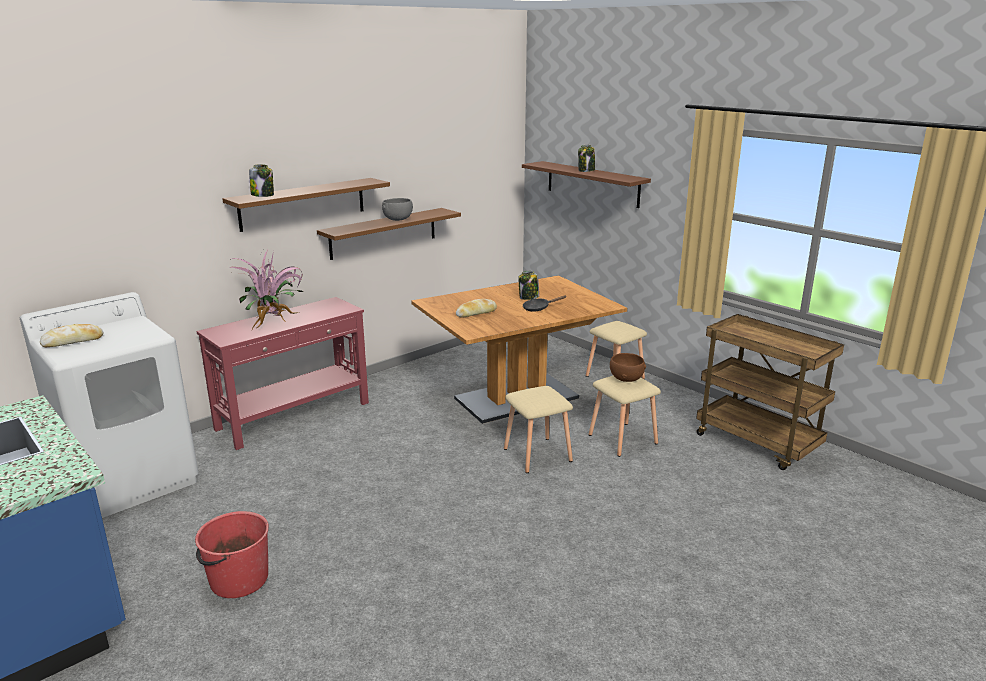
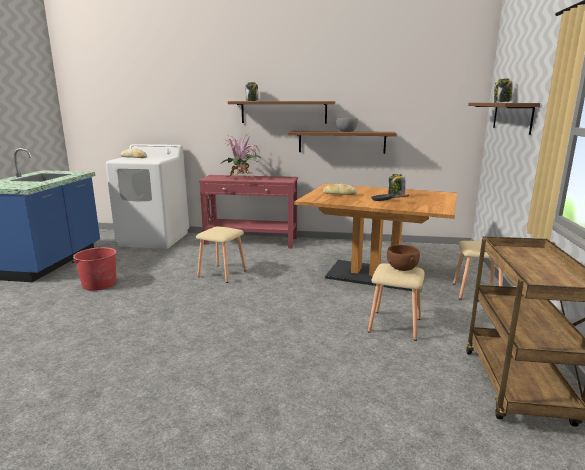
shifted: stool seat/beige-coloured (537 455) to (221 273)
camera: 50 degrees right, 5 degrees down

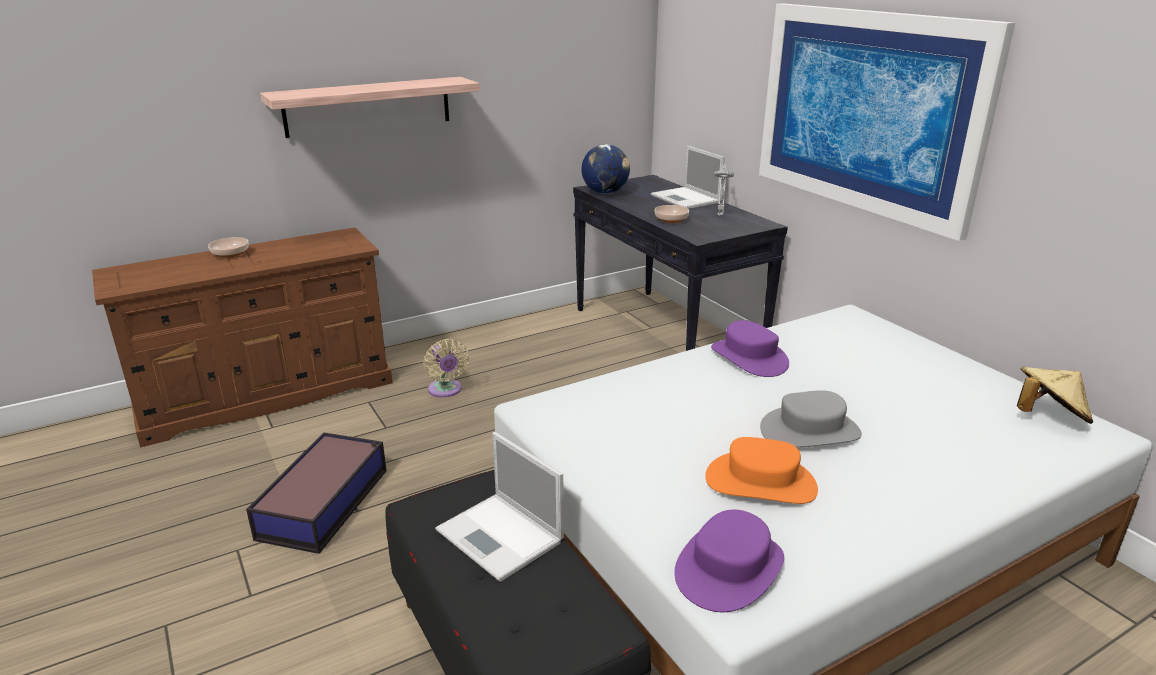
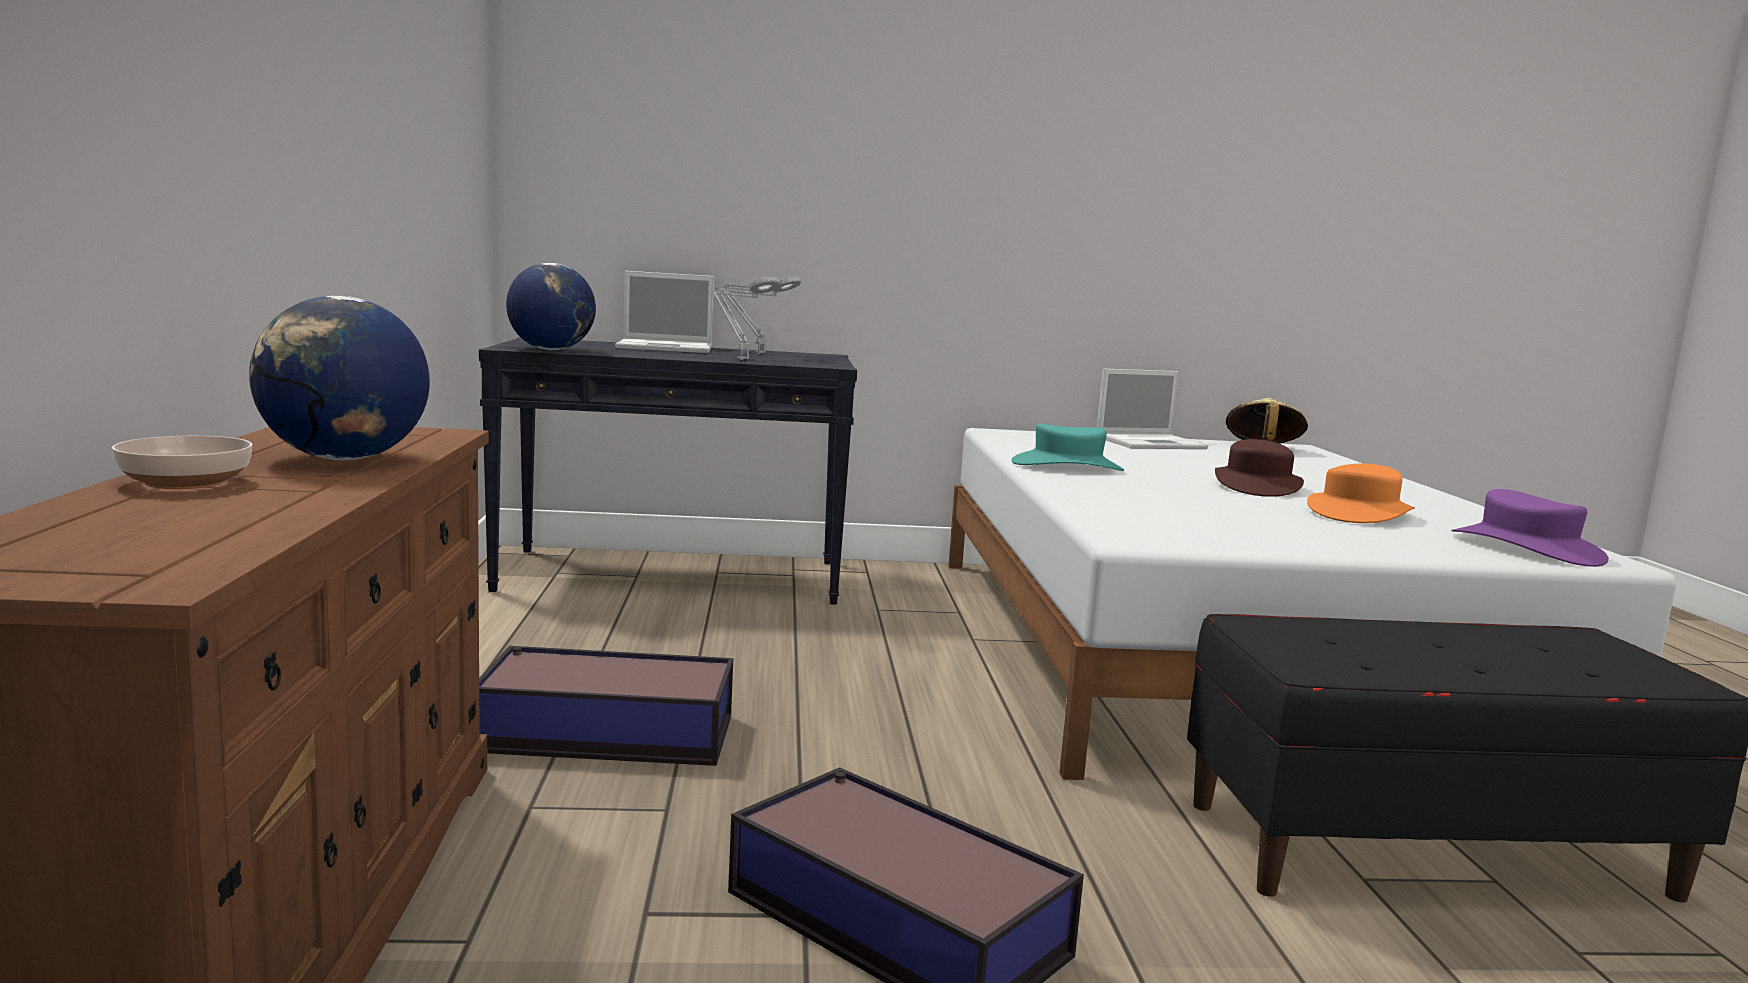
gone: shelf (368 106); wall art (867 112)
new: world globe (343 459)
shifted: notebook computer (501 537) to (1152 443)
swapped: electric fan/beige-coloured (446 391) to storage bin (604 732); bowl (671 220) to lamp for a table/gray (740 359)
repainted: wearable hat/purplish (749 357) to wearable hat/turquoise (1067 466); wearable hat/gray (810 431) to wearable hat/brown-coloured (1257 485)
camera: 65 degrees left, 15 degrees down

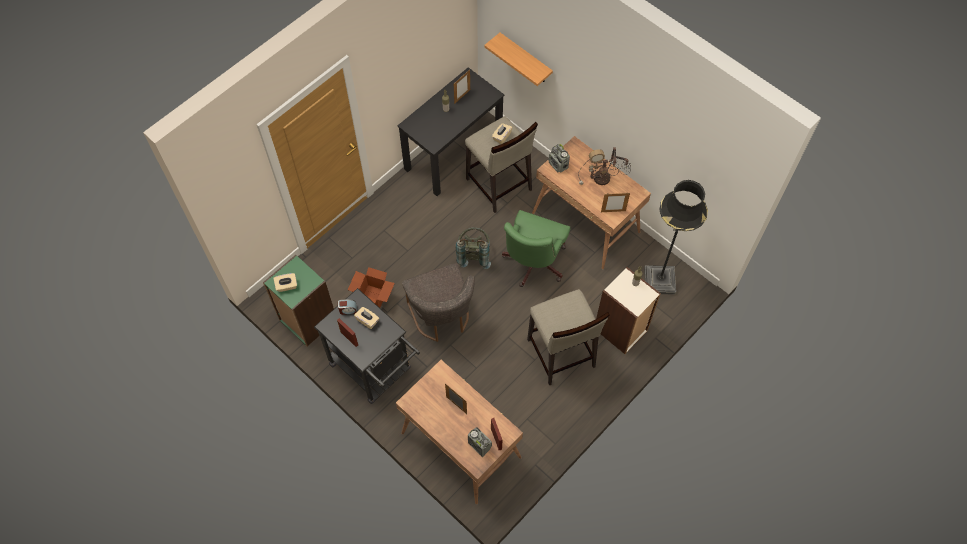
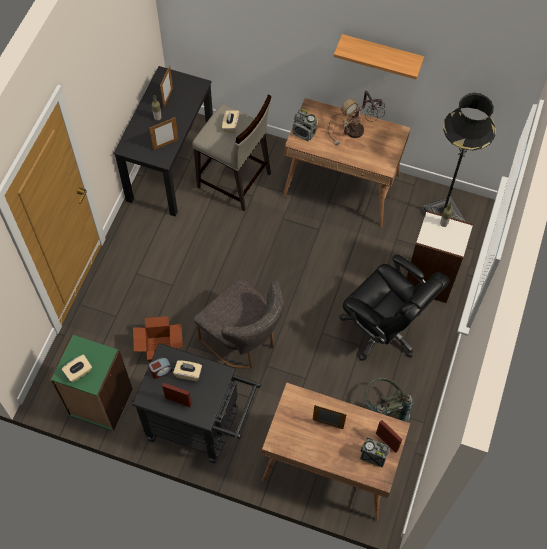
gone: desk chair/green (532 264)
shifted: knapsack/gray (473 254) to (383 409); shelf (525 59) to (381 55); picture frame (613 211) to (165 144)
swapped: stool seat/beige-coloured (560 354) to desk chair/black (383 329)
camera: 25 degrees left, 0 degrees up

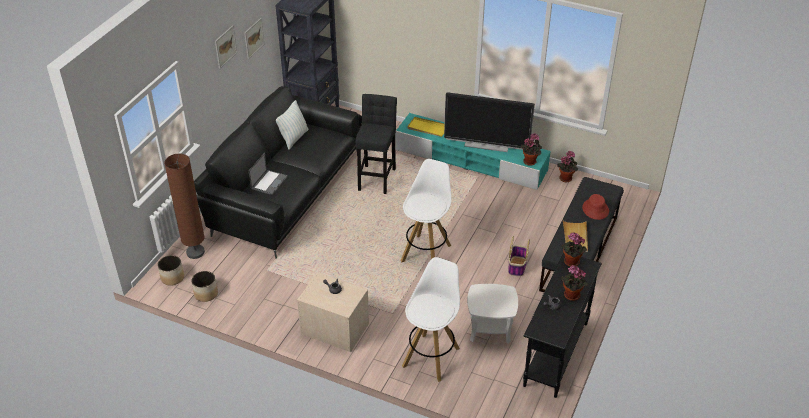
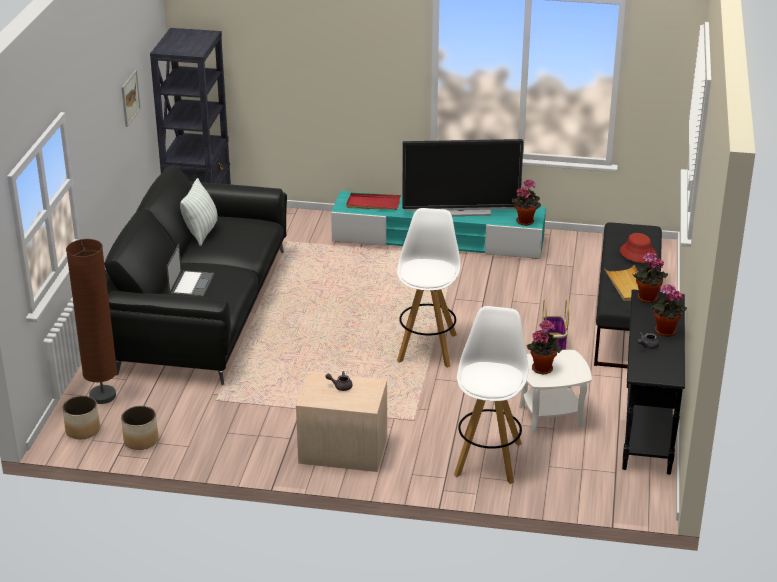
gone: wall art (225 46); stool seat/black (377 178)
shifted: plant in a pot (566 178) to (542 367)
repainted: carrying tray/yellow (427 128) to carrying tray/reddish (373 204)
camera: 15 degrees left, 10 degrees down

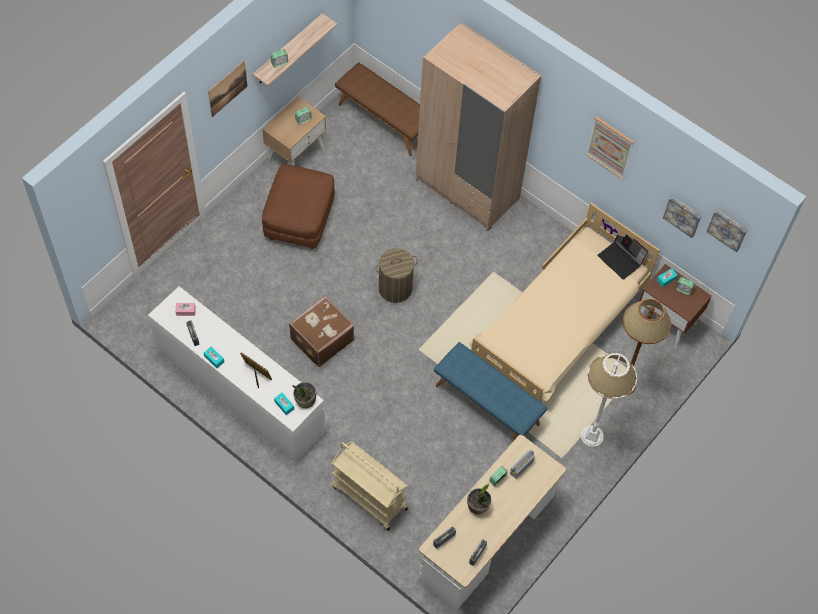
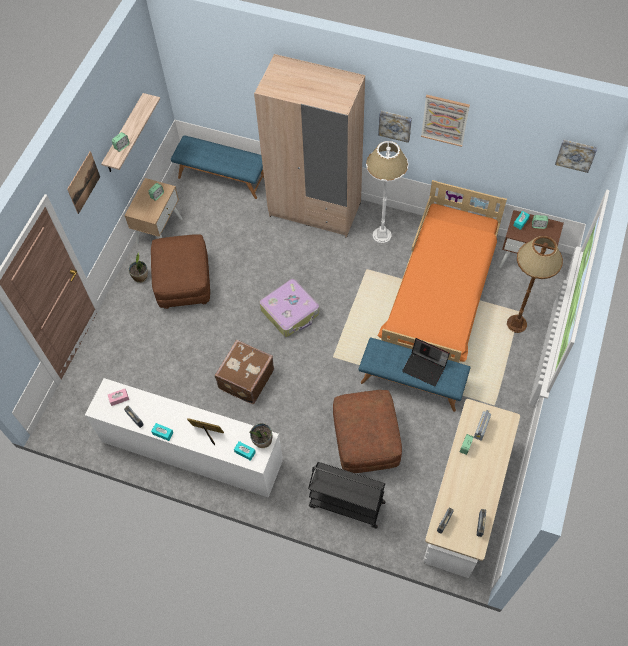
new: footrest/brown-coloured (365 441)
shifted: plant in a pot (478 506) to (140 277); standing lamp/whitish (591 436) to (381 235); notebook computer (621 260) to (425 367); wall art (683 215) to (395 125)
swapped: laundry basket (395 288) to piece of luggage (290 312)
repainted: cart/beige-coloured (368 497) to cart/black (346 504); long seat/brown-coloured (384 120) to long seat/bluish (222 177); sleeping bed/beige-coloured (559 325) to sleeping bed/orangey (441 294)
camera: 15 degrees left, 0 degrees up

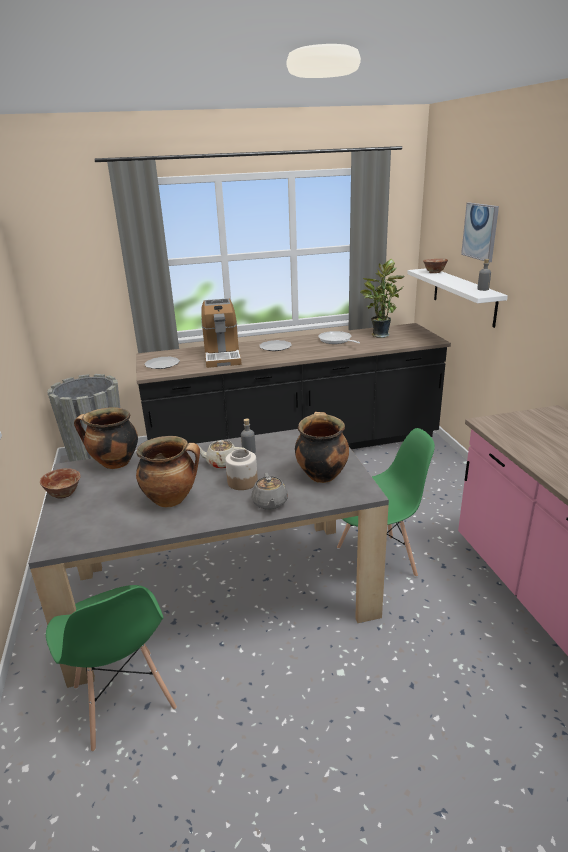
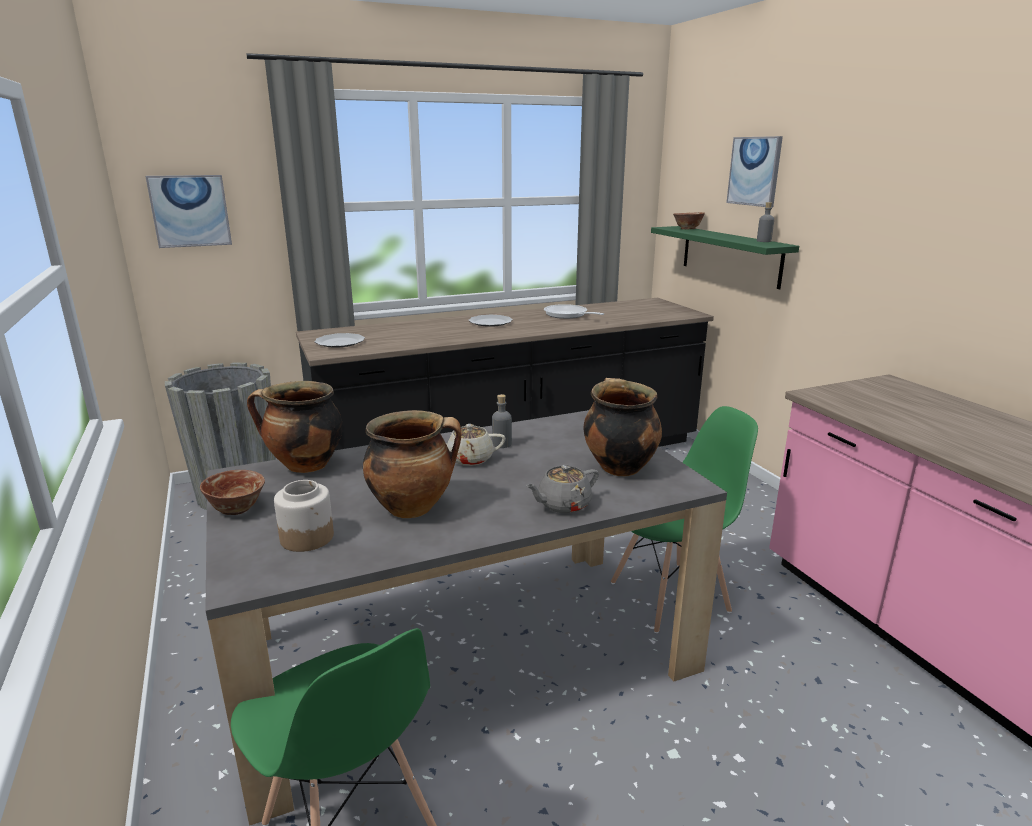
gone: coffee machine (222 356); plant in a pot (379 335)
new: wall art (190 211)
shifted: jar (242 482) to (307 537)
repainted: shelf/whitish (464 296) to shelf/green (730 255)
rotated: teapot/gray (270 503) = (563 504) 75 degrees clockwise
camera: 10 degrees left, 5 degrees down

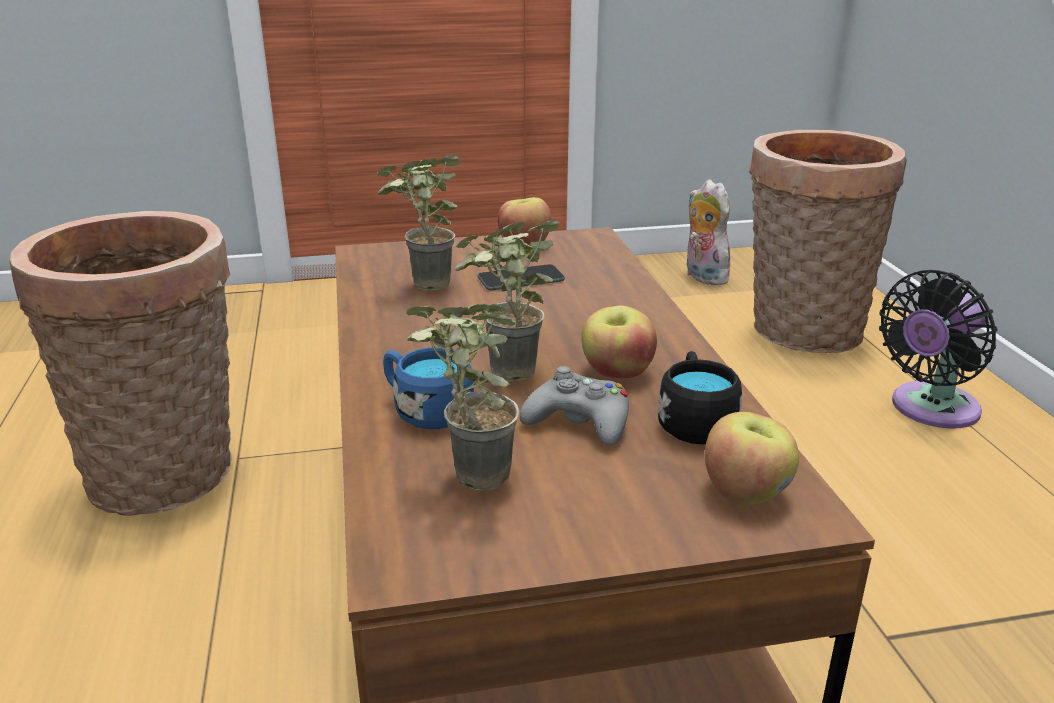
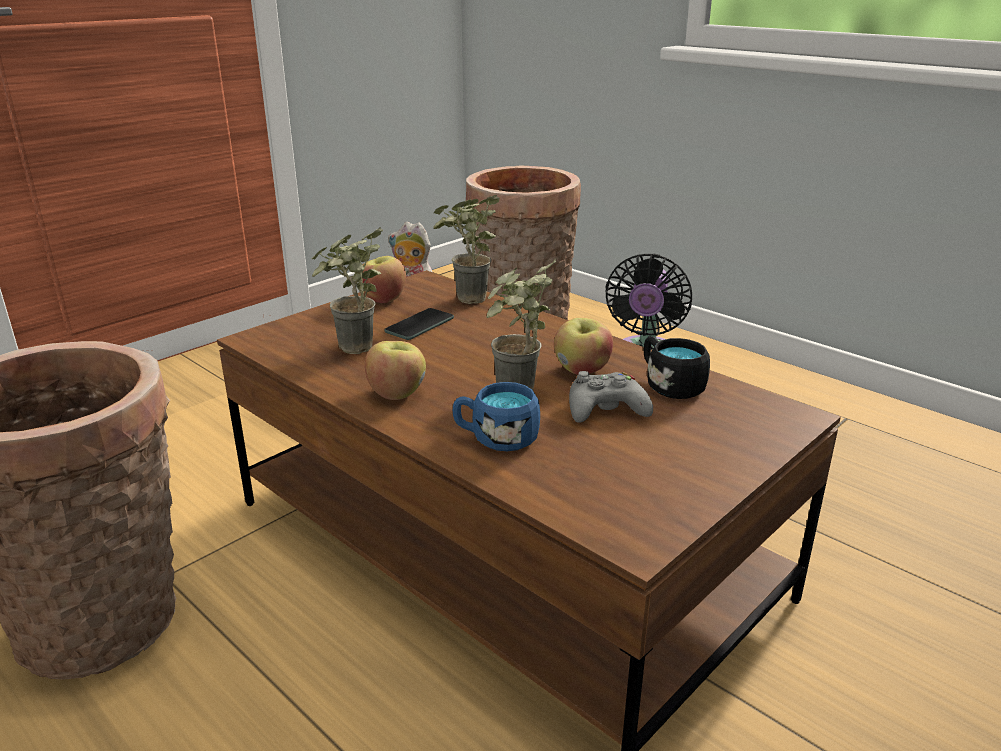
shifted: plant in a pot (466 480) to (466 302); whole apple (746 492) to (397 393)
camera: 35 degrees left, 0 degrees up

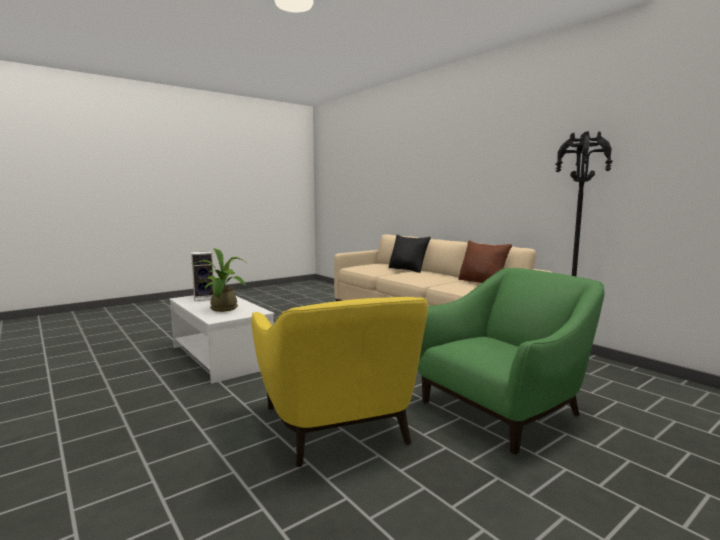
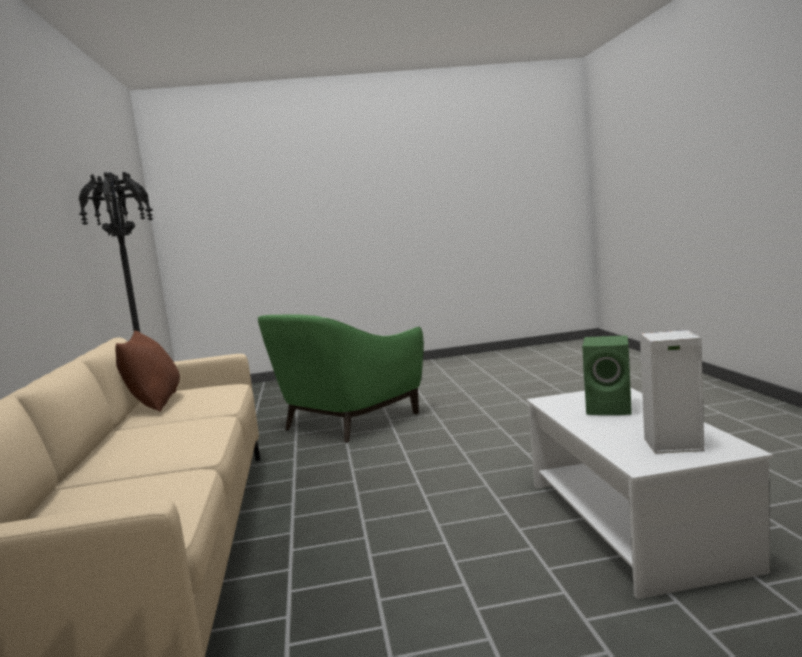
gone: armchair/yellow (338 425); cushion/black (408 270)
swapped: plant in a pot (224 309) to audio speaker/green (611 408)
rotated: armchair/green (502 410) = (349 422) 45 degrees counterclockwise
camera: 150 degrees left, 0 degrees up

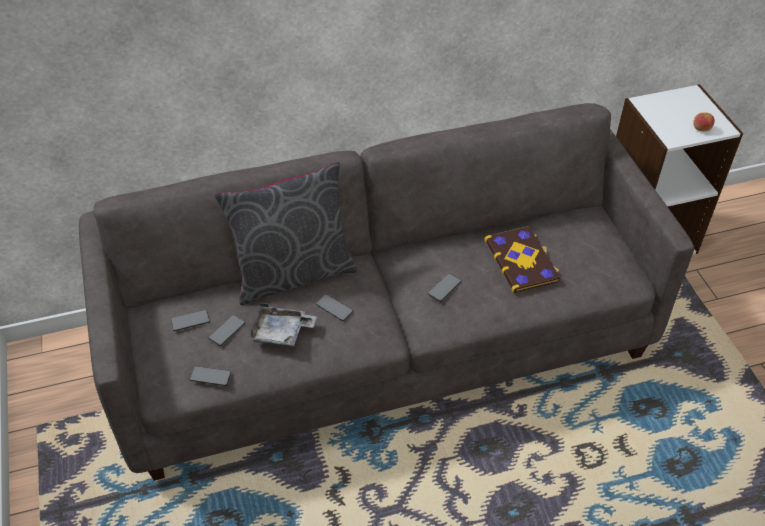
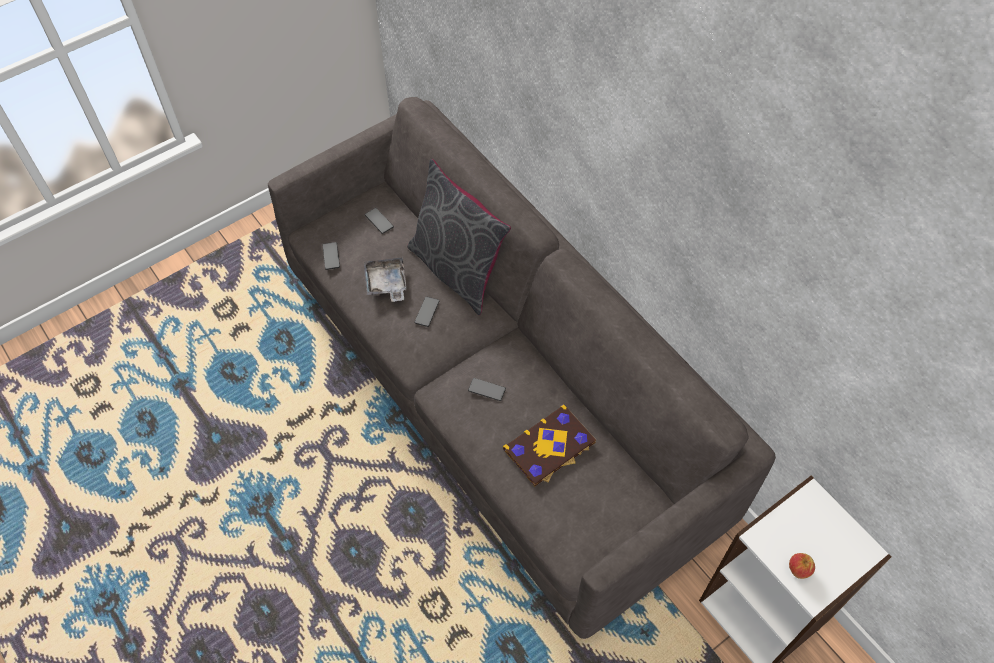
gone: telephone (227 331)
camera: 70 degrees right, 10 degrees up

